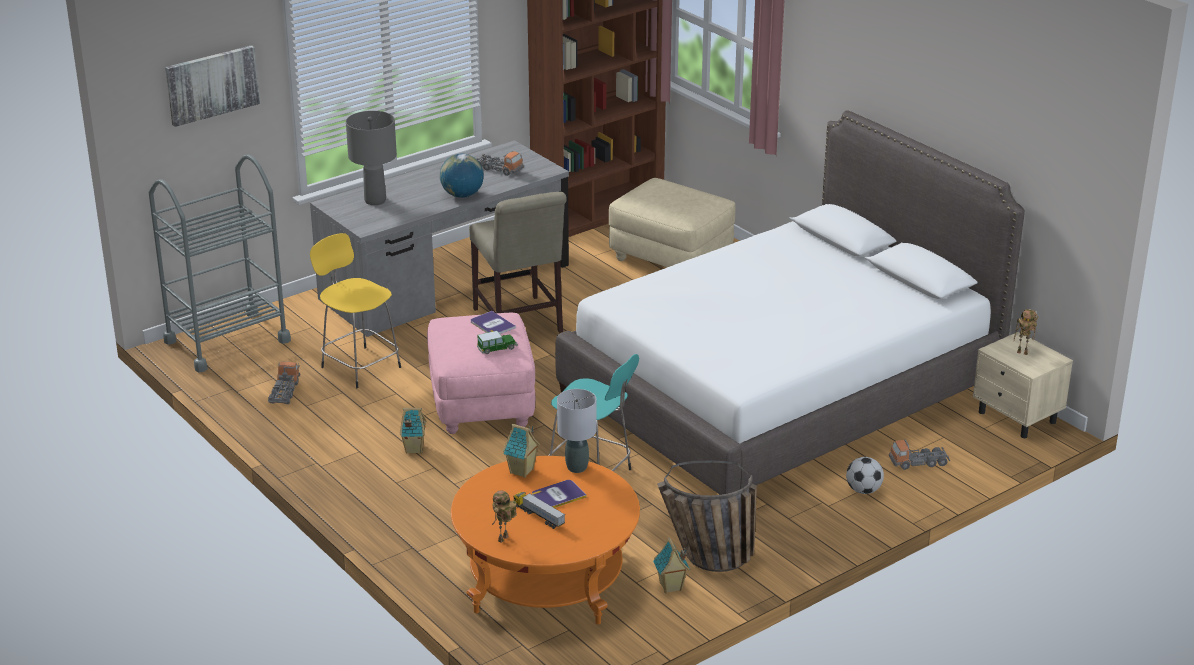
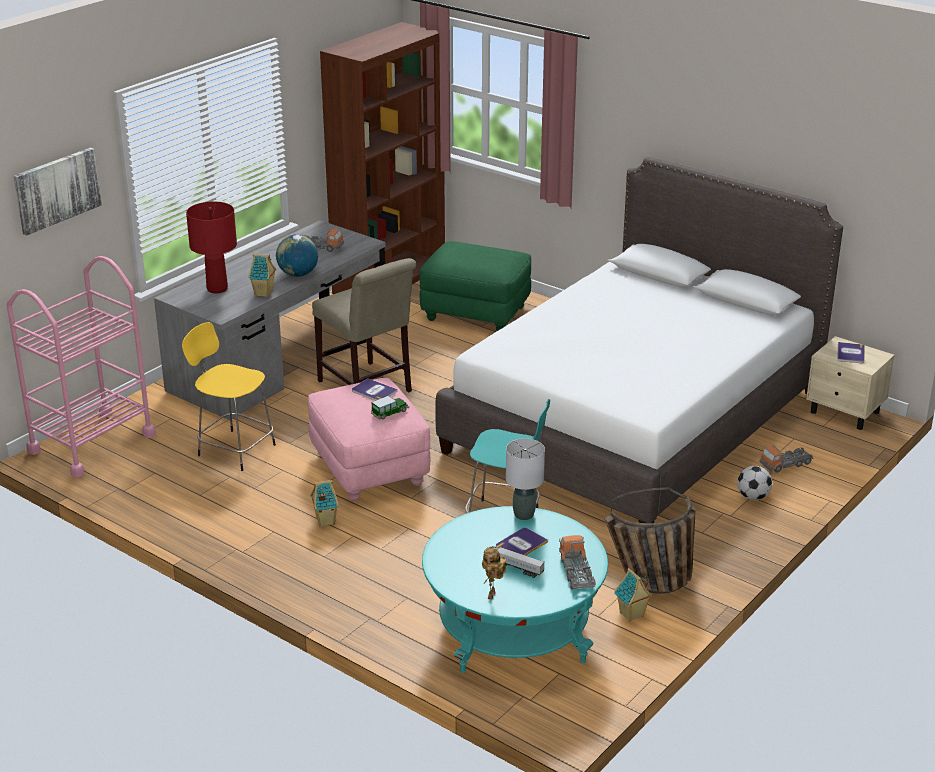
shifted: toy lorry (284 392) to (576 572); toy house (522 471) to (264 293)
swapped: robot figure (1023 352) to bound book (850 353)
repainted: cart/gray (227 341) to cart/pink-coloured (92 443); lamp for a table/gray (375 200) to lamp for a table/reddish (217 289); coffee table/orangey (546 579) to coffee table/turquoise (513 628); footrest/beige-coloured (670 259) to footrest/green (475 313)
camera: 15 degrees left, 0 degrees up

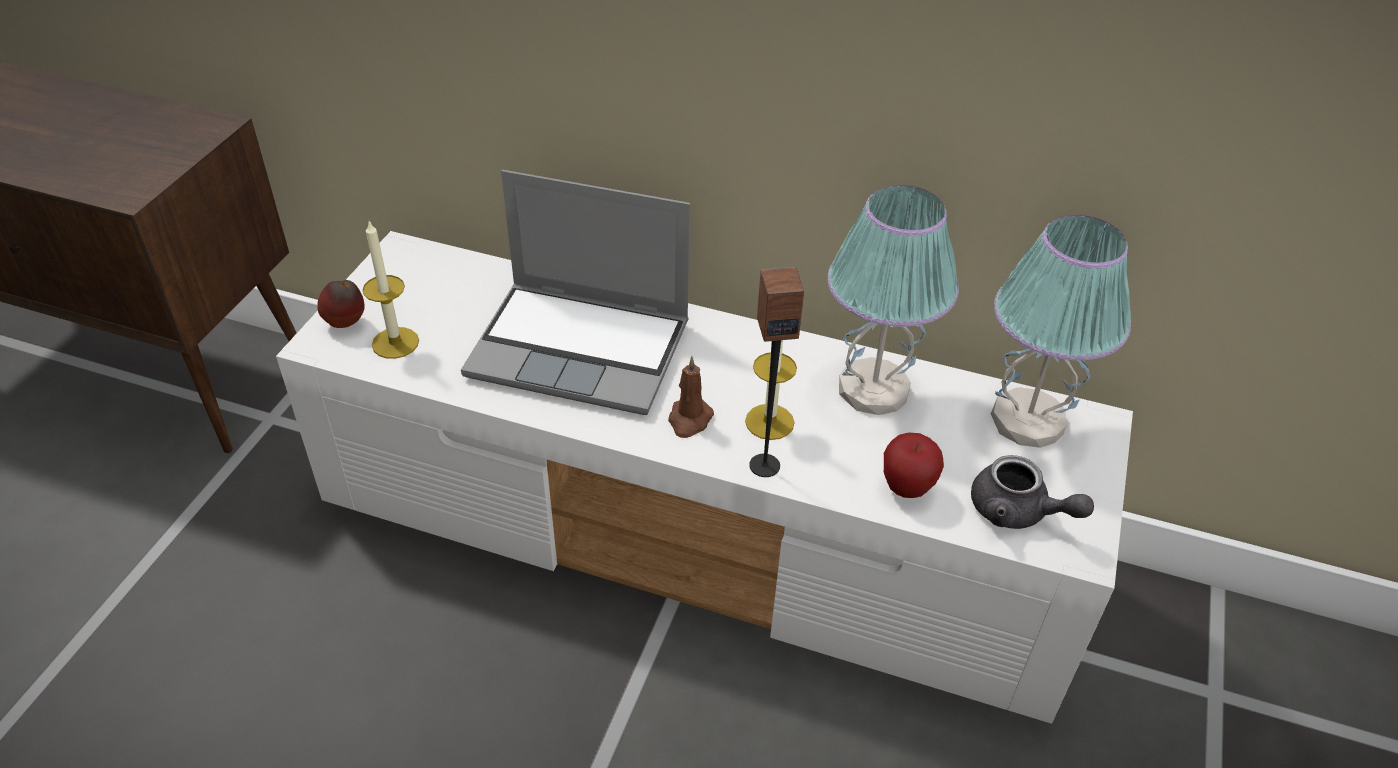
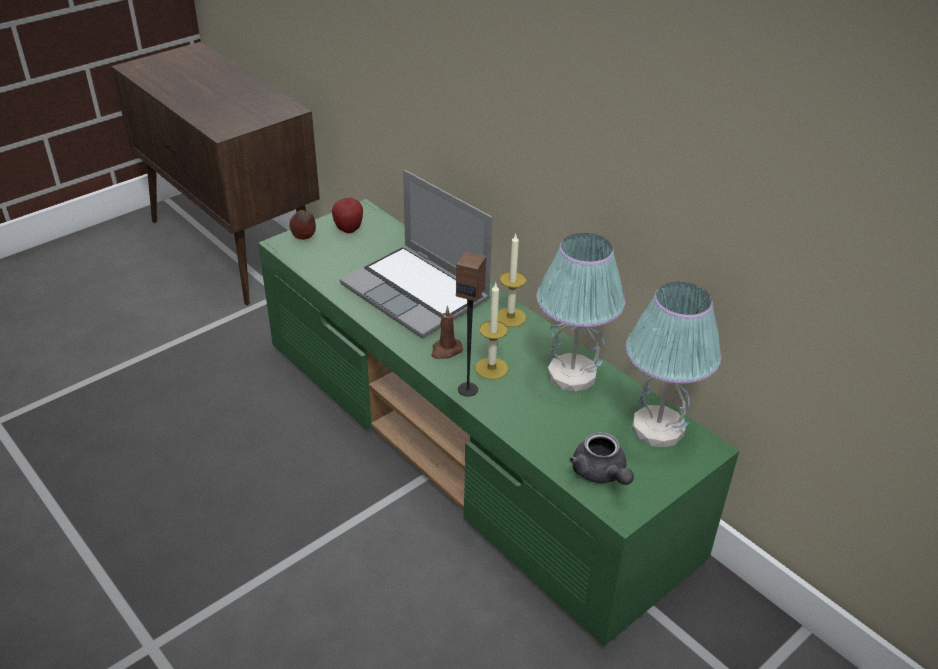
shifted: candle (395 343) to (510 317); whole apple (907 488) to (348 230)
repainted: media console/whitish (699 535) to media console/green (469 448)
camera: 30 degrees right, 5 degrees down

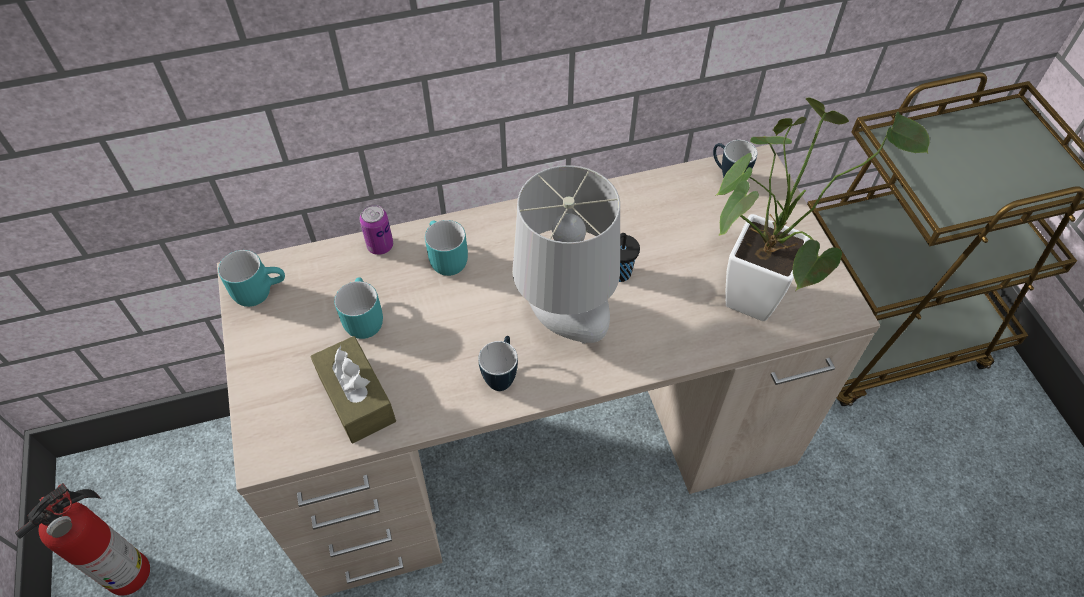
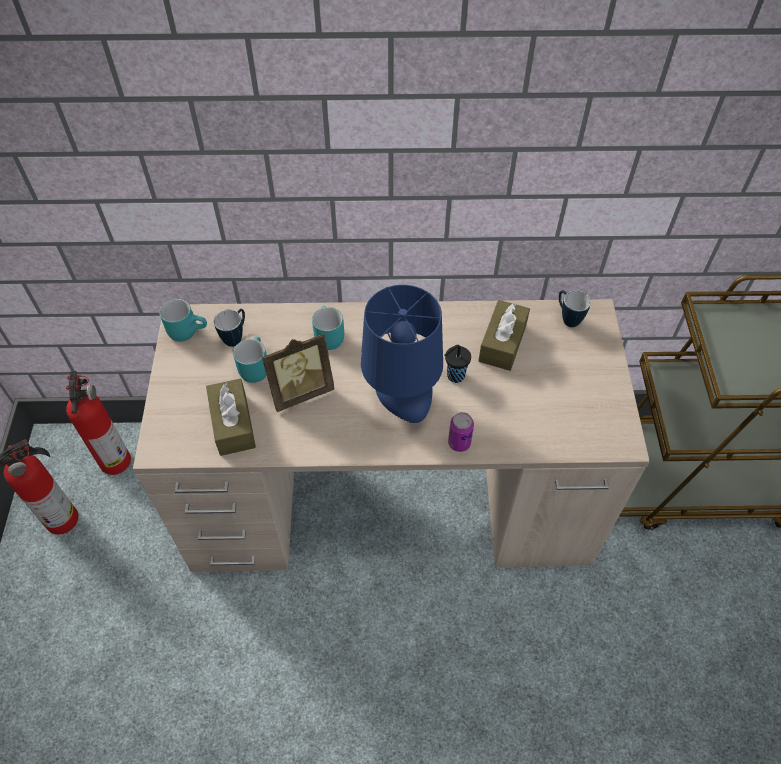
gone: plant in a pot (757 290)
new: fire extinguisher (115 459); picture frame (300 391); box of tissues/brown-coloured (502 343)
shifted: can (380 246) to (459 443); coffee mug (502 375) to (236 337)
repainted: lamp for a table/gray (564 321) to lamp for a table/bluish (401 403)
camera: 15 degrees right, 0 degrees up

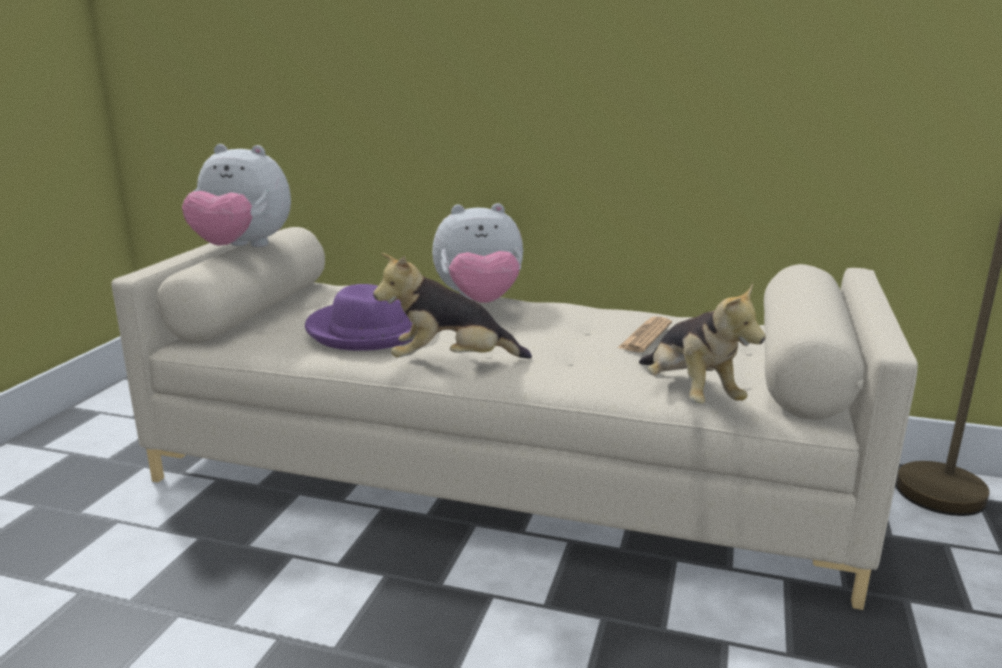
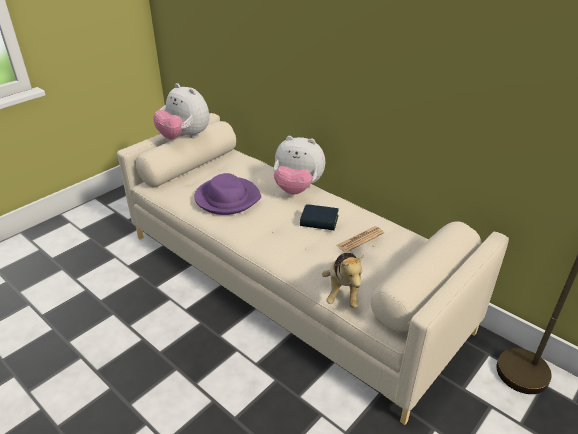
gone: plush toy (451 363)
new: bound book (319 221)
camera: 25 degrees right, 15 degrees up

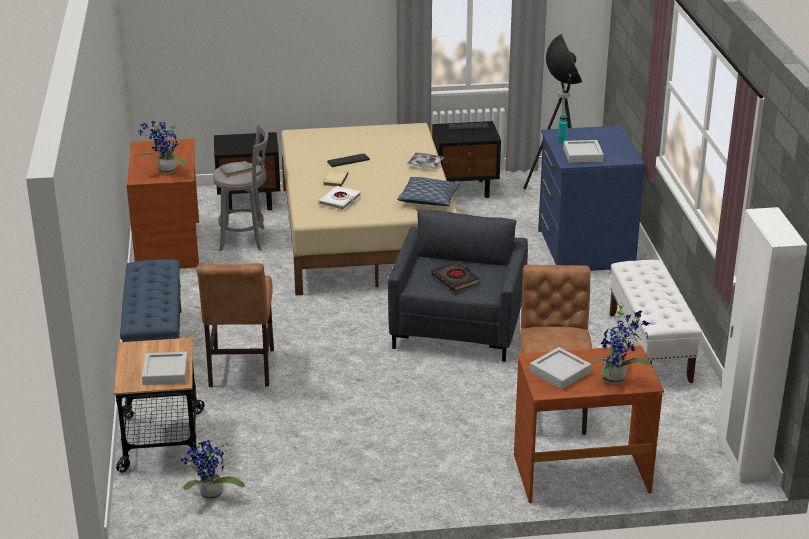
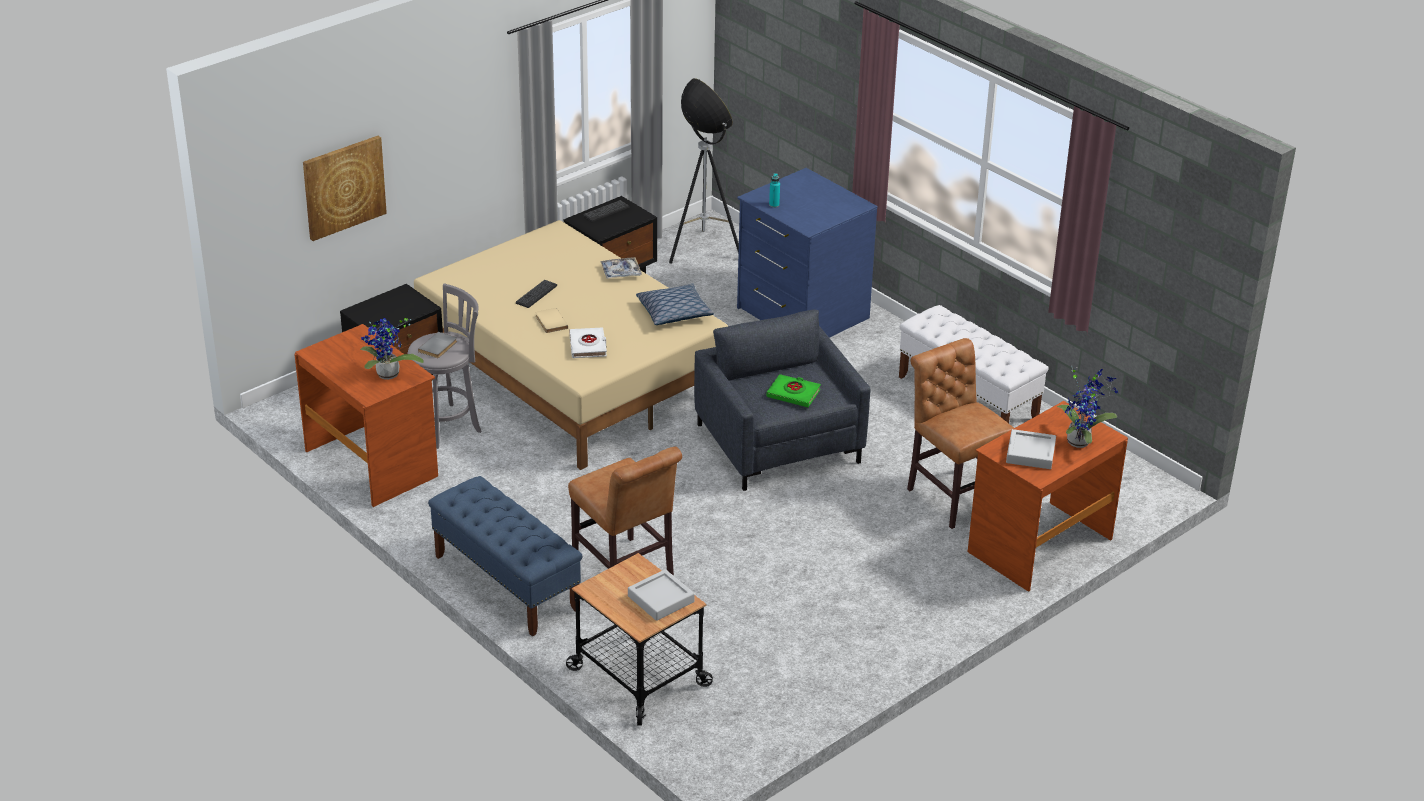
gone: plant in a pot (210 495); carrying tray/gray (582 155); wardrobe/whitish (741 459)
new: wall art (344 187)
repainted: bound book/black (455 279) to bound book/green (793 394)
camera: 35 degrees left, 5 degrees up

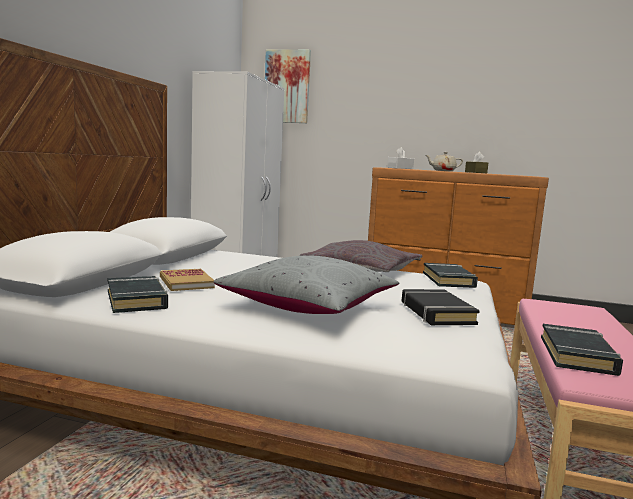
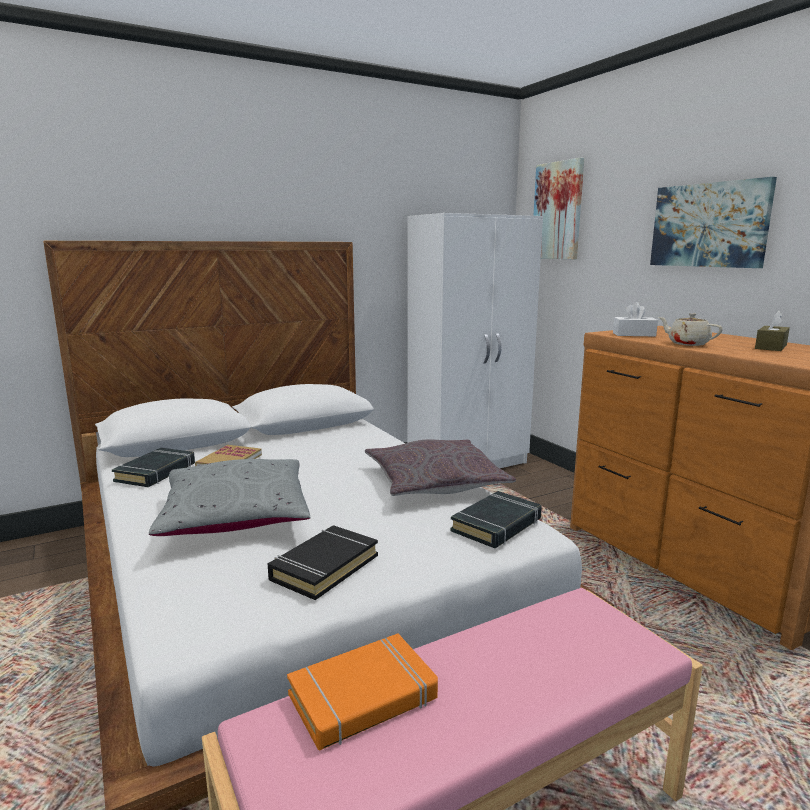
new: wall art (709 225)
repainted: bound book/black (577 355) to bound book/orangey (363 697)
camera: 45 degrees right, 5 degrees up

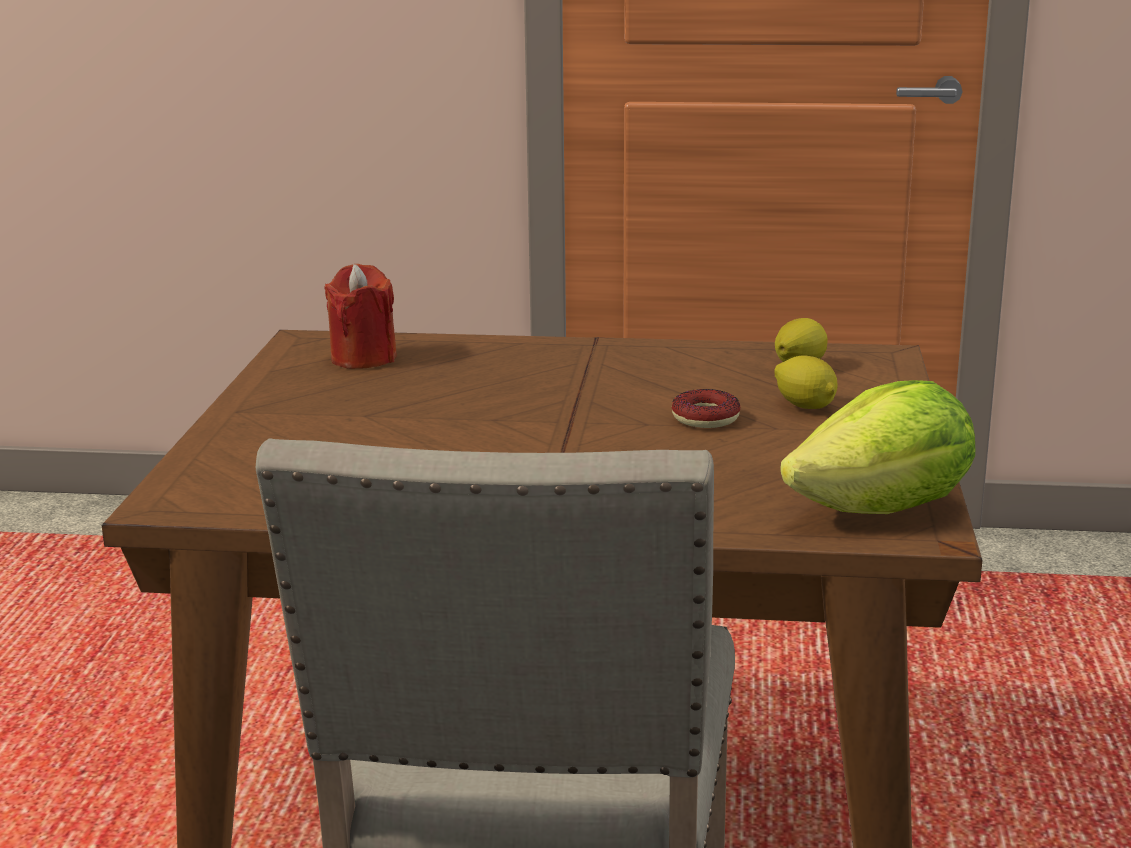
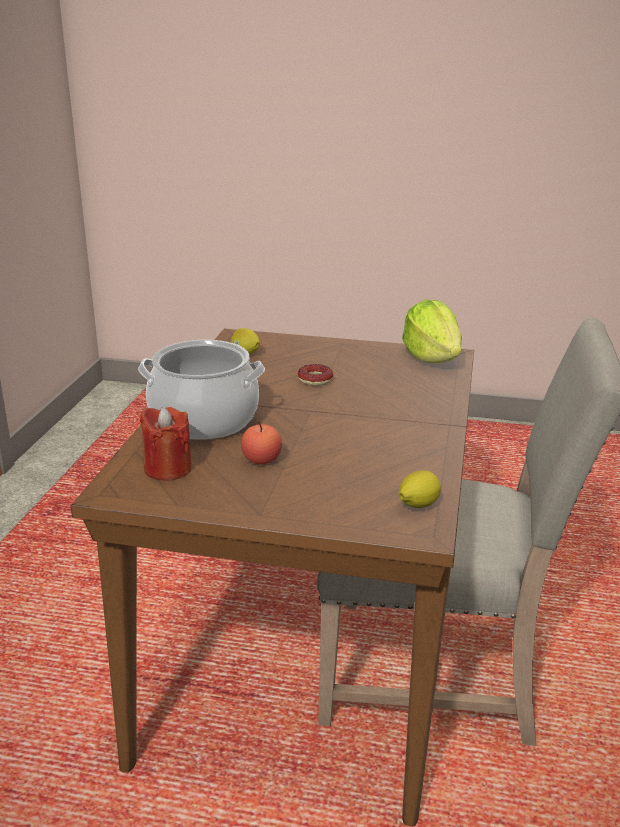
new: stockpot (204 419); whole apple (261 460)
shifted: citrus fruit (805 406) to (417 505)
camera: 85 degrees left, 5 degrees up

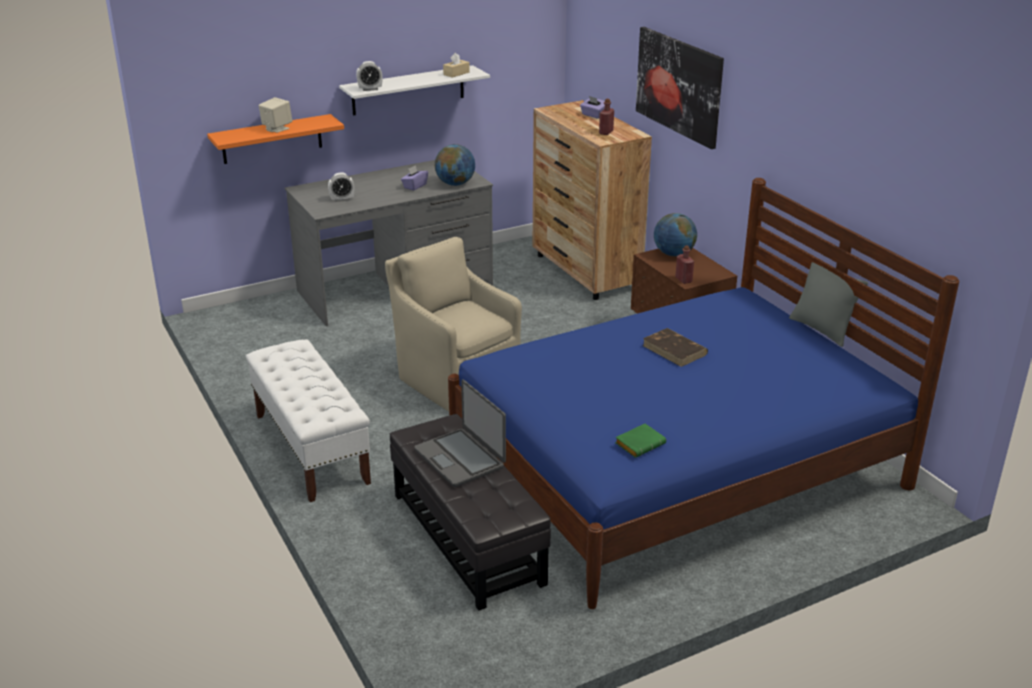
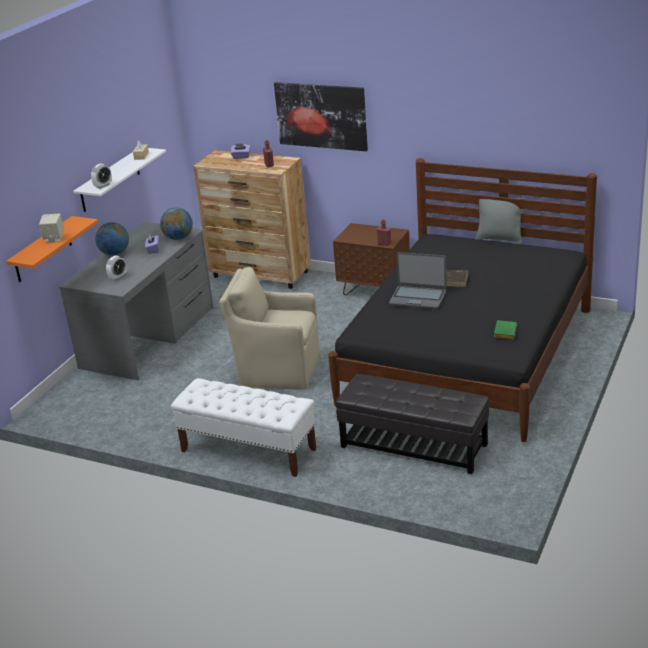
shifted: notebook computer (460 458) to (418 298); world globe (673 254) to (115 253)
repainted: sleeping bed/bluish (676 467) to sleeping bed/black (468 356)
camera: 35 degrees left, 0 degrees up

